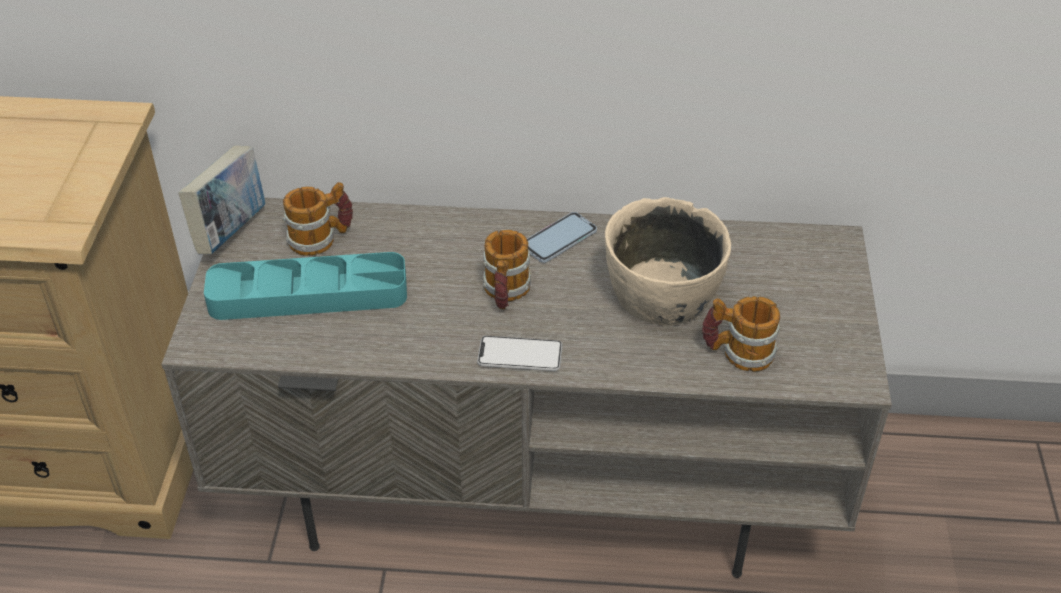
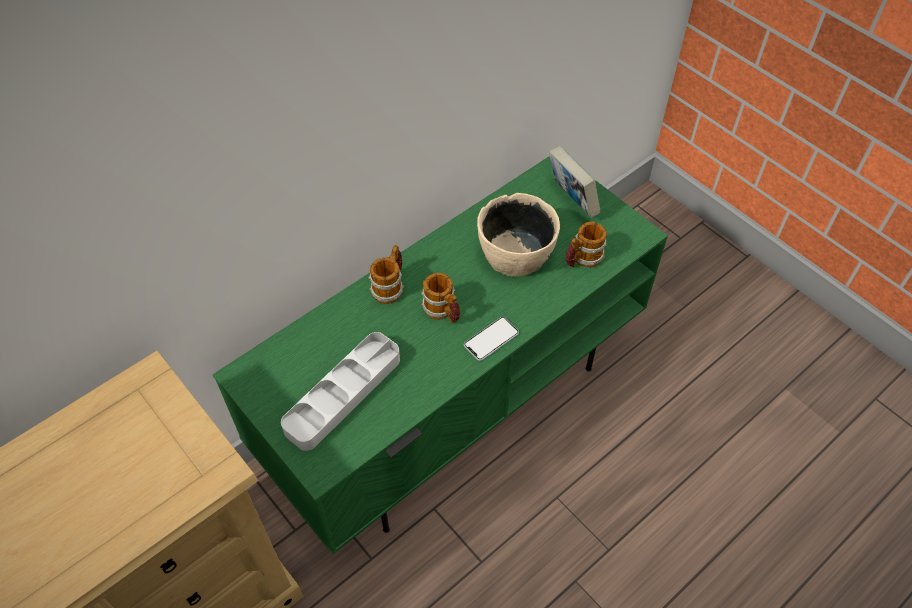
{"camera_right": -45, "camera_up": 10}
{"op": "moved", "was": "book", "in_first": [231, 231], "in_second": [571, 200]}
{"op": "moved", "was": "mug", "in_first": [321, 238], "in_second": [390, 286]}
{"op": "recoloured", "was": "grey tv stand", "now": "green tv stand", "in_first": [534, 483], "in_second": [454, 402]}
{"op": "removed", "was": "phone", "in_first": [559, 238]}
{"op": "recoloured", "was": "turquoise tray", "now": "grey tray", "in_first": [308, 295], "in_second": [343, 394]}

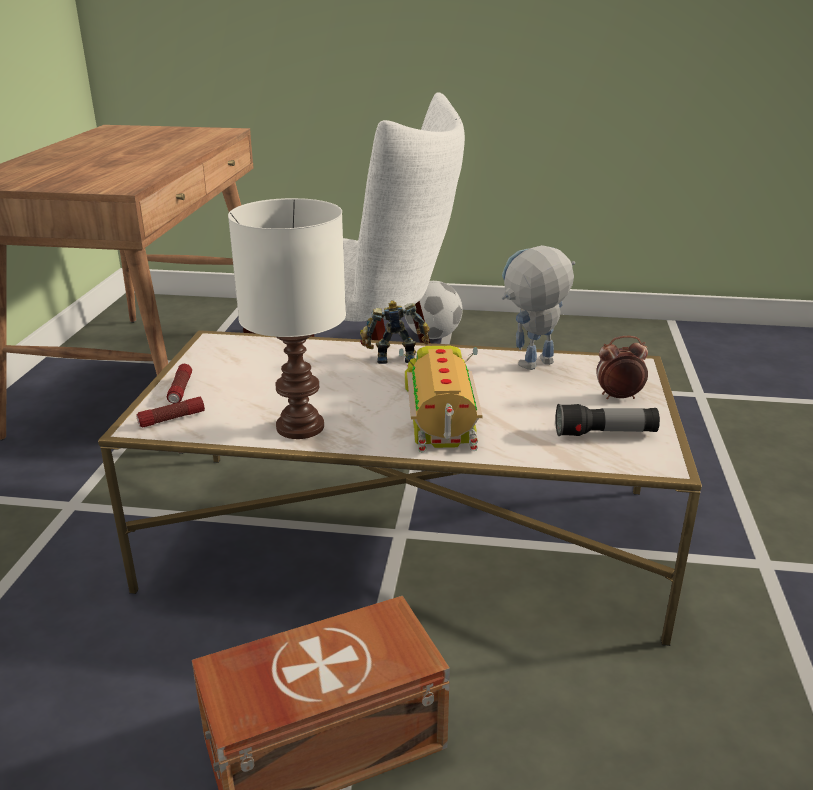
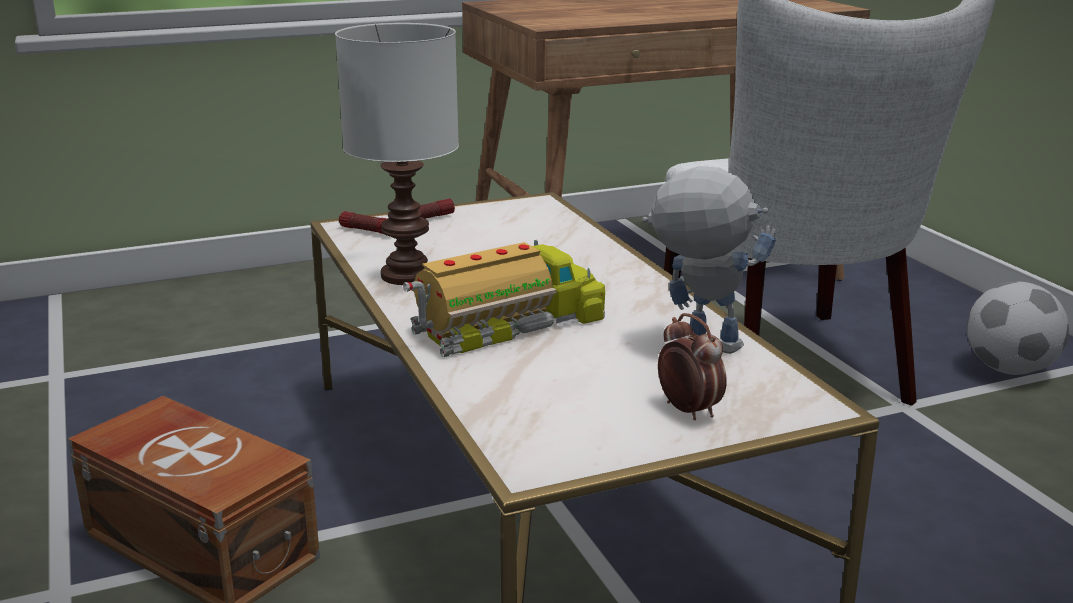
{"camera_right": 60, "camera_up": -5}
{"op": "removed", "was": "toy robot", "in_first": [394, 357]}
{"op": "removed", "was": "flashlight", "in_first": [605, 434]}

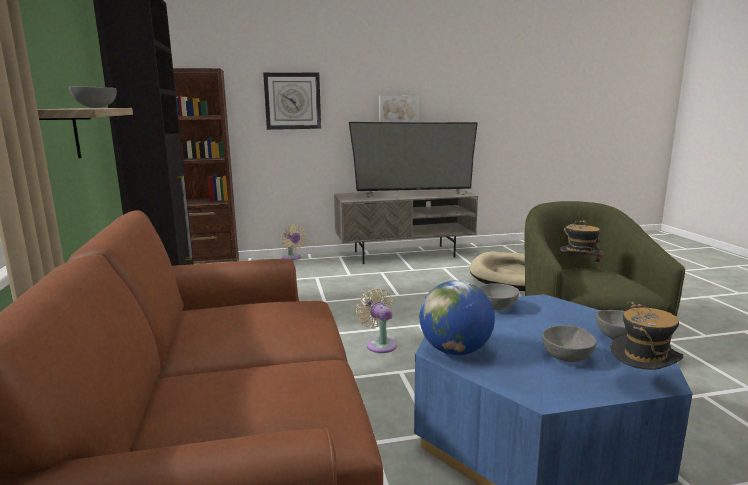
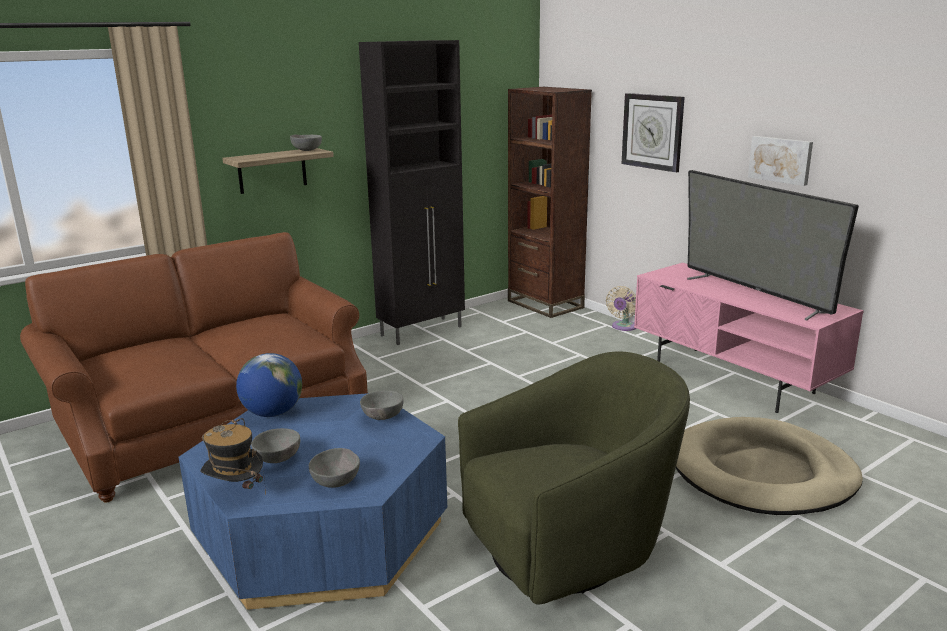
{"camera_right": 65, "camera_up": 5}
{"op": "recoloured", "was": "grey tv stand", "now": "pink tv stand", "in_first": [404, 254], "in_second": [734, 378]}
{"op": "removed", "was": "hat", "in_first": [578, 269]}
{"op": "removed", "was": "beige fan", "in_first": [379, 344]}

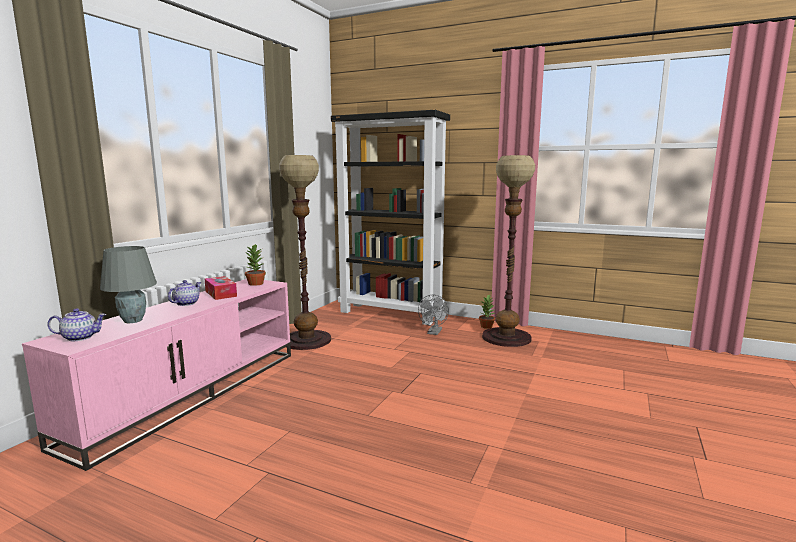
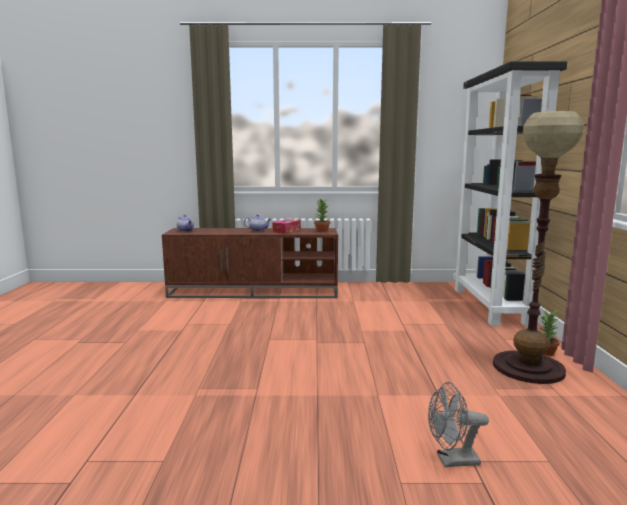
{"camera_right": 65, "camera_up": 0}
{"op": "removed", "was": "floor lamp", "in_first": [306, 340]}
{"op": "removed", "was": "grey table lamp", "in_first": [134, 320]}
{"op": "recoloured", "was": "pink tv stand", "now": "brown tv stand", "in_first": [192, 393], "in_second": [255, 292]}
{"op": "moved", "was": "grey fan", "in_first": [434, 333], "in_second": [452, 461]}

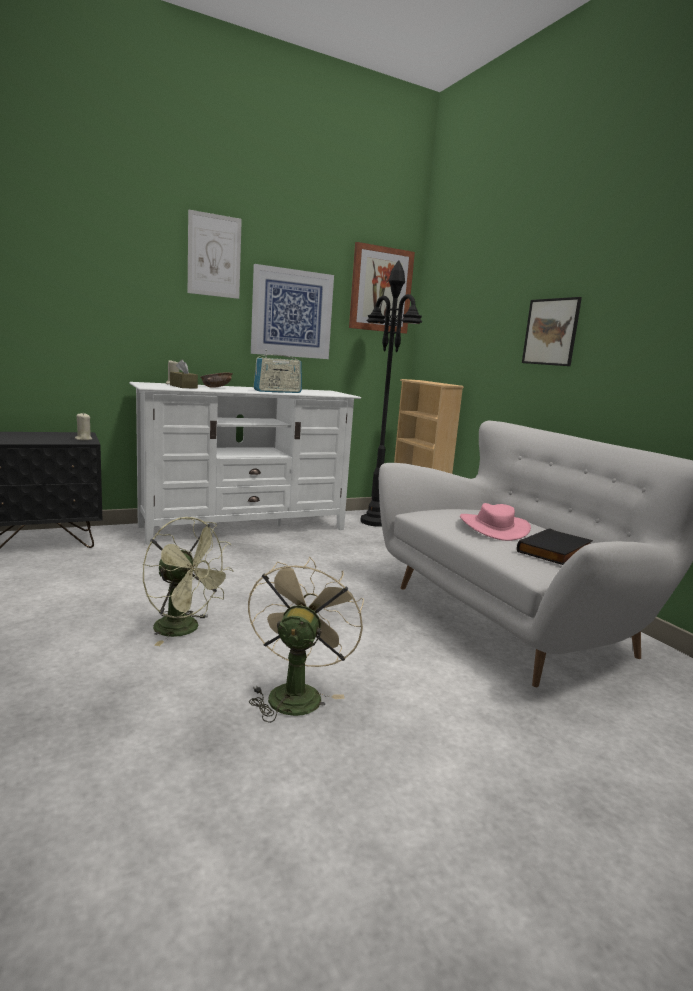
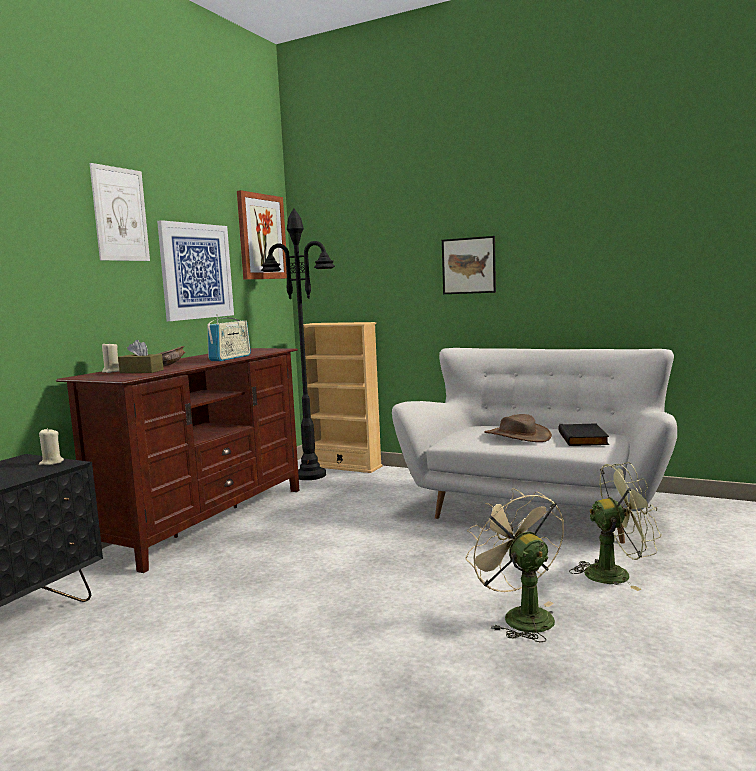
{"camera_right": -35, "camera_up": -5}
{"op": "recoloured", "was": "white tv stand", "now": "brown tv stand", "in_first": [244, 527], "in_second": [207, 521]}
{"op": "recoloured", "was": "pink hat", "now": "brown hat", "in_first": [493, 528], "in_second": [517, 436]}
{"op": "moved", "was": "green fan", "in_first": [185, 630], "in_second": [616, 574]}

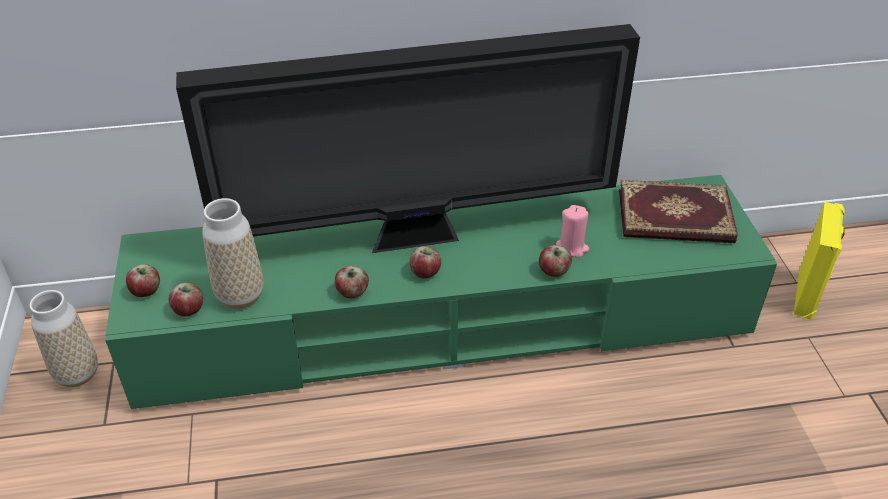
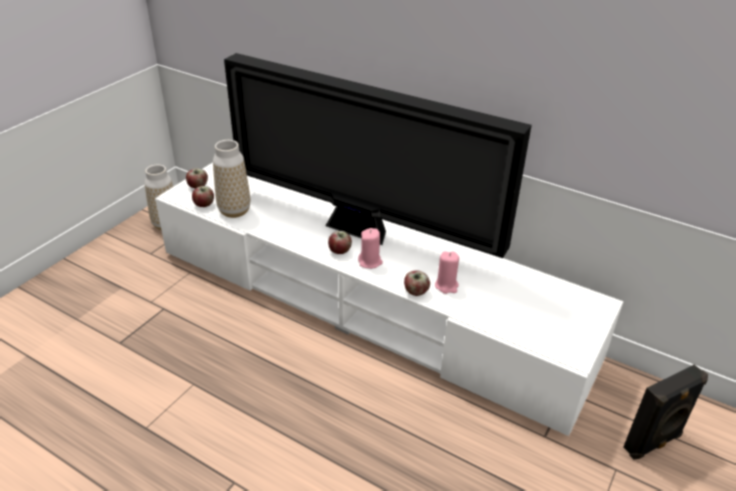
{"camera_right": 40, "camera_up": -5}
{"op": "recoloured", "was": "green tv stand", "now": "white tv stand", "in_first": [445, 322], "in_second": [367, 305]}
{"op": "removed", "was": "book", "in_first": [675, 218]}
{"op": "recoloured", "was": "yellow speaker", "now": "black speaker", "in_first": [807, 295], "in_second": [653, 443]}
{"op": "removed", "was": "apple", "in_first": [352, 293]}
{"op": "added", "now": "pink candle", "in_second": [370, 262]}

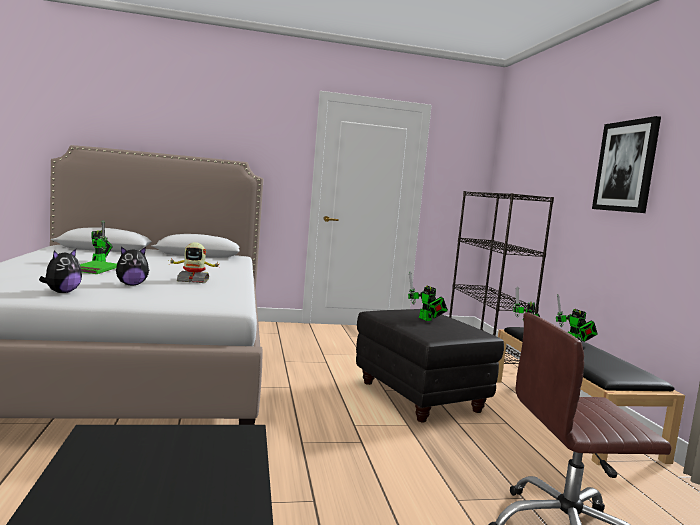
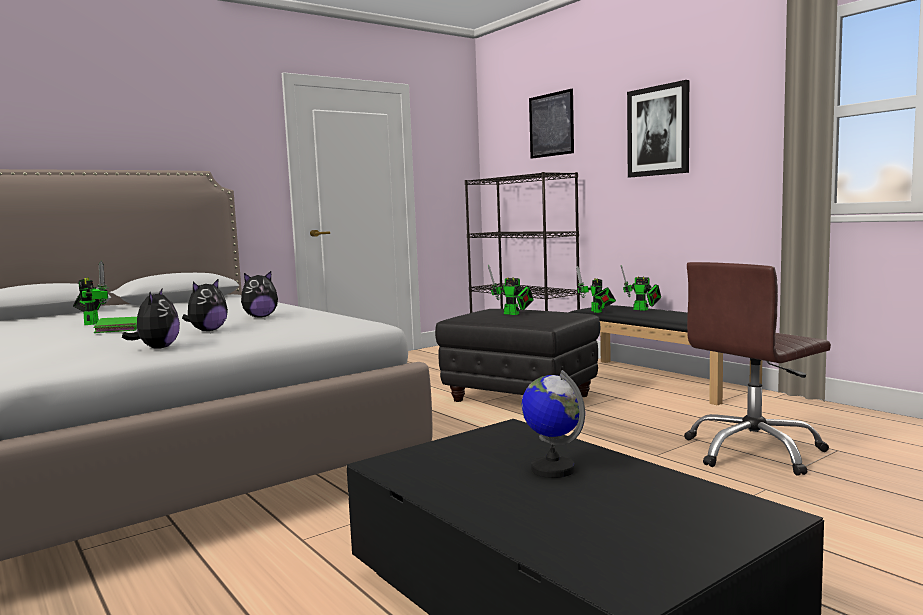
{"camera_right": -25, "camera_up": 0}
{"op": "replaced", "was": "toy robot", "now": "plush toy", "in_first": [193, 280], "in_second": [260, 317]}
{"op": "added", "now": "picture", "in_second": [551, 125]}
{"op": "added", "now": "globe", "in_second": [553, 469]}

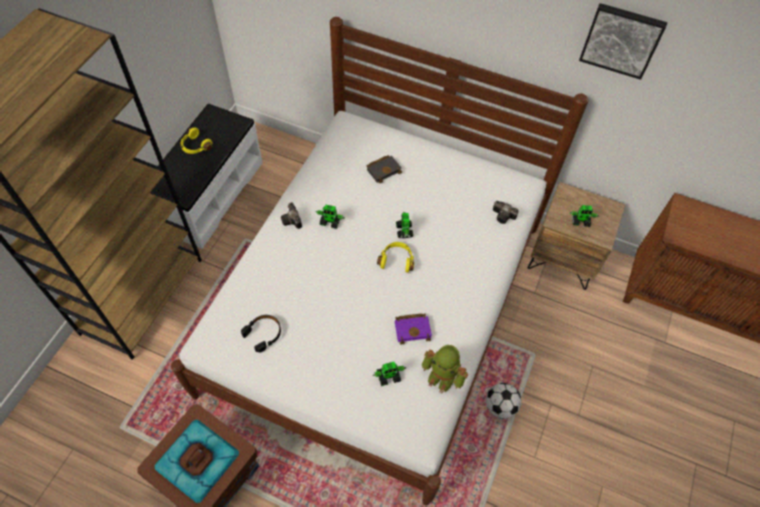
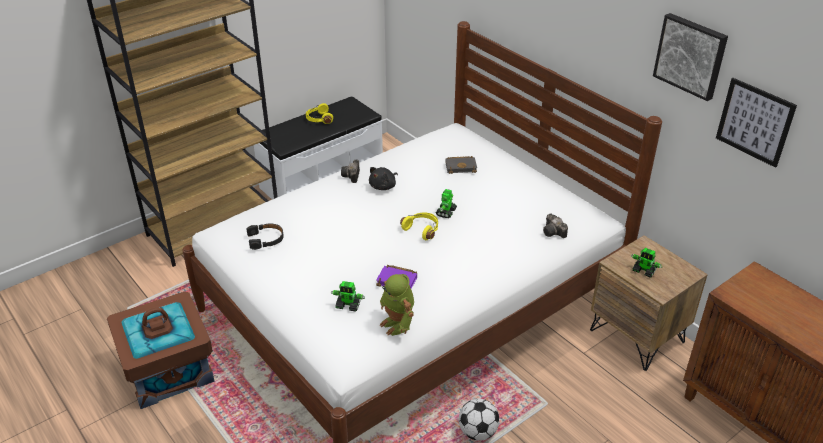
{"camera_right": 30, "camera_up": -20}
{"op": "replaced", "was": "toy robot", "now": "black plush toy", "in_first": [330, 222], "in_second": [383, 186]}
{"op": "added", "now": "picture", "in_second": [755, 122]}

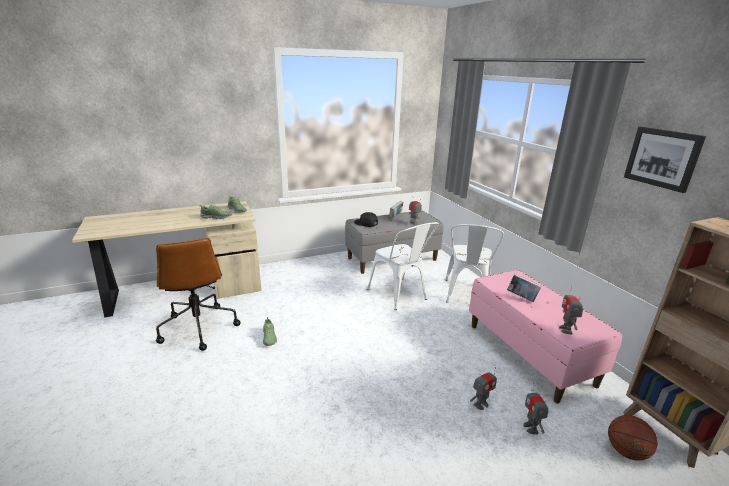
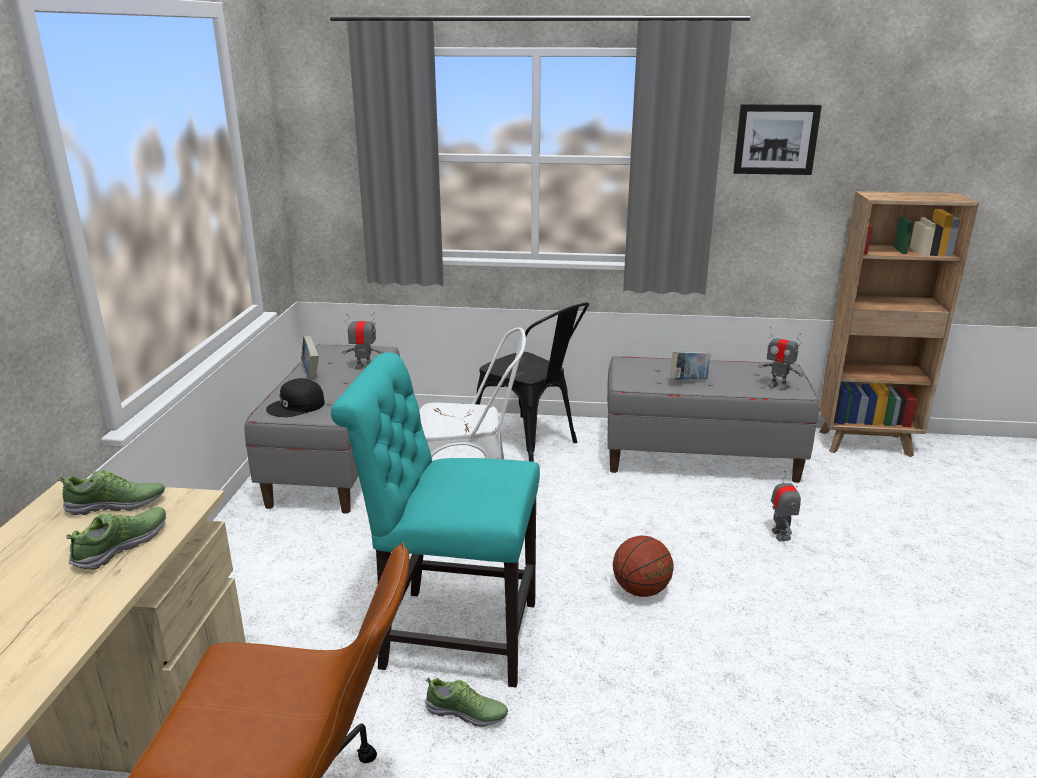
{"camera_right": -60, "camera_up": 0}
{"op": "recoloured", "was": "white chair", "now": "black chair", "in_first": [466, 295], "in_second": [530, 443]}
{"op": "recoloured", "was": "pink bench", "now": "grey bench", "in_first": [529, 353], "in_second": [700, 457]}
{"op": "removed", "was": "toy robot", "in_first": [531, 428]}
{"op": "moved", "was": "basketball", "in_first": [626, 451], "in_second": [641, 590]}
{"op": "added", "now": "turquoise chair", "in_second": [451, 634]}

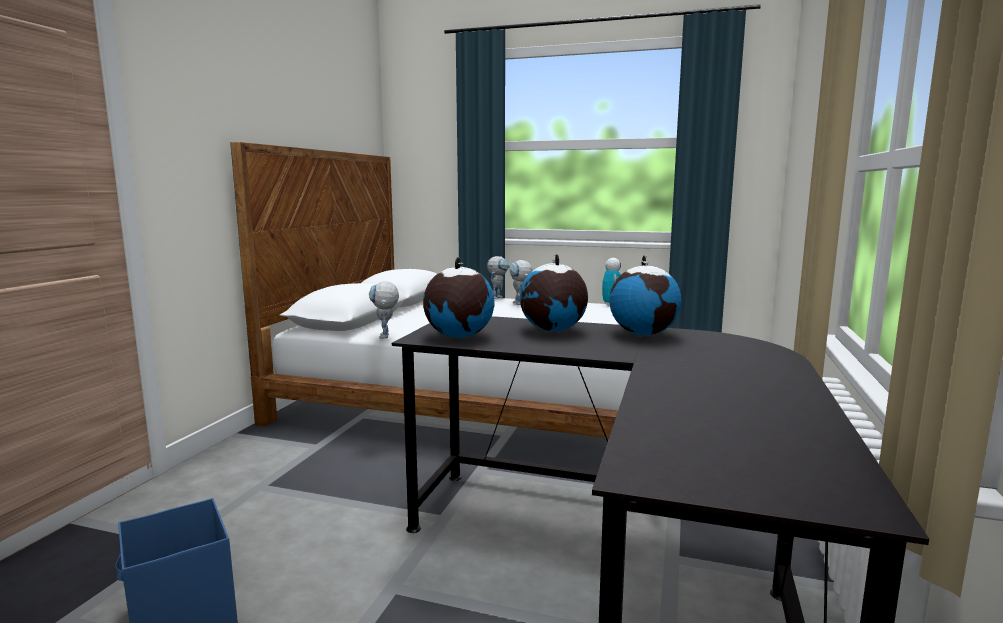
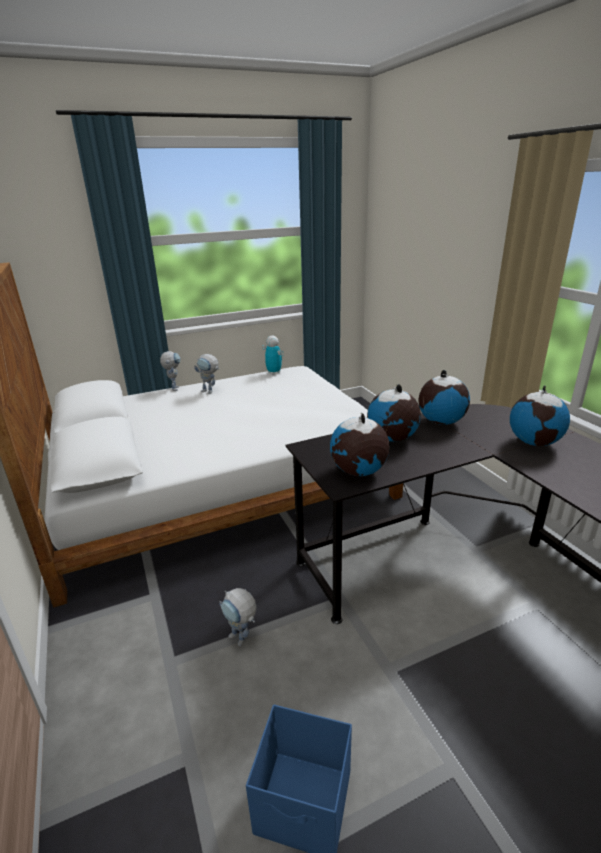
{"camera_right": -40, "camera_up": 15}
{"op": "moved", "was": "toy robot", "in_first": [385, 337], "in_second": [242, 640]}
{"op": "added", "now": "globe", "in_second": [534, 442]}

